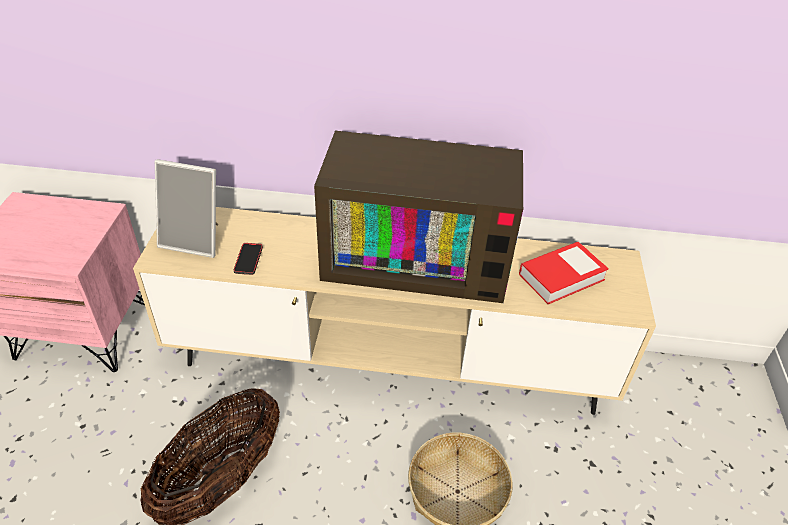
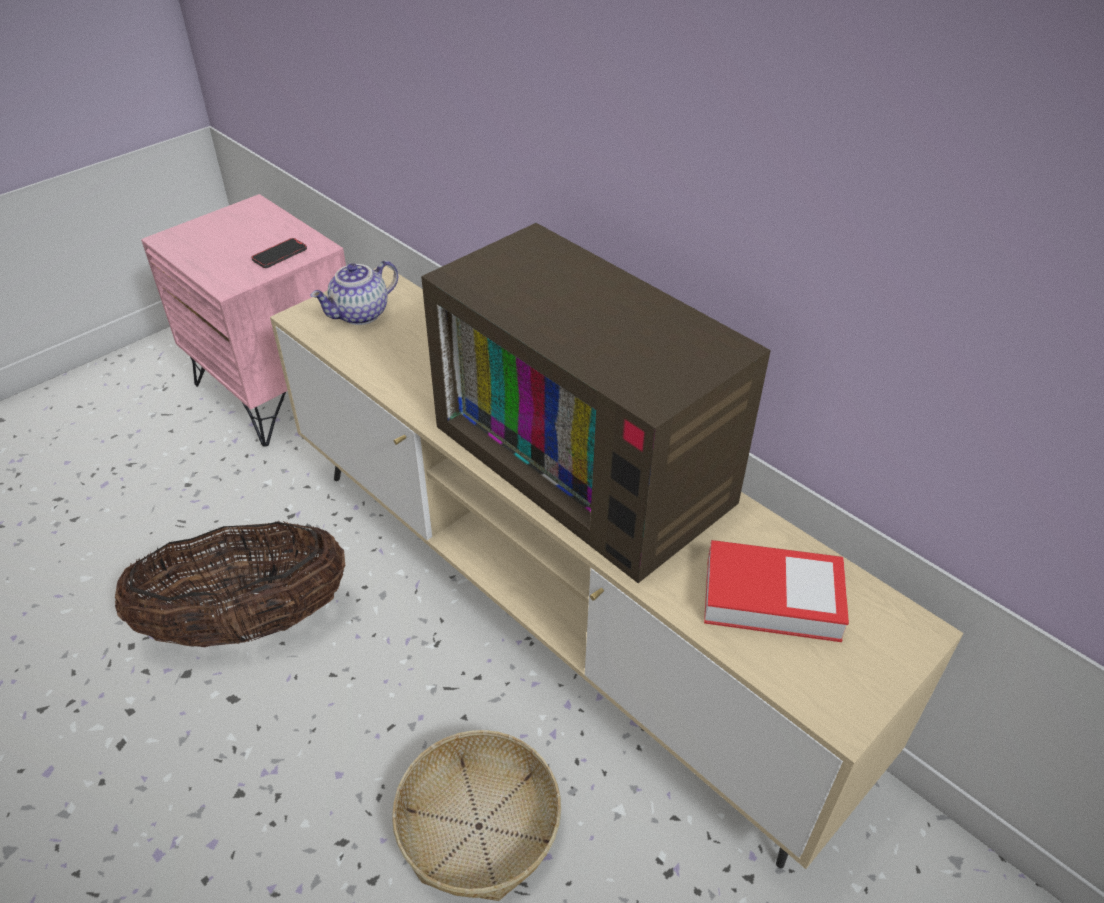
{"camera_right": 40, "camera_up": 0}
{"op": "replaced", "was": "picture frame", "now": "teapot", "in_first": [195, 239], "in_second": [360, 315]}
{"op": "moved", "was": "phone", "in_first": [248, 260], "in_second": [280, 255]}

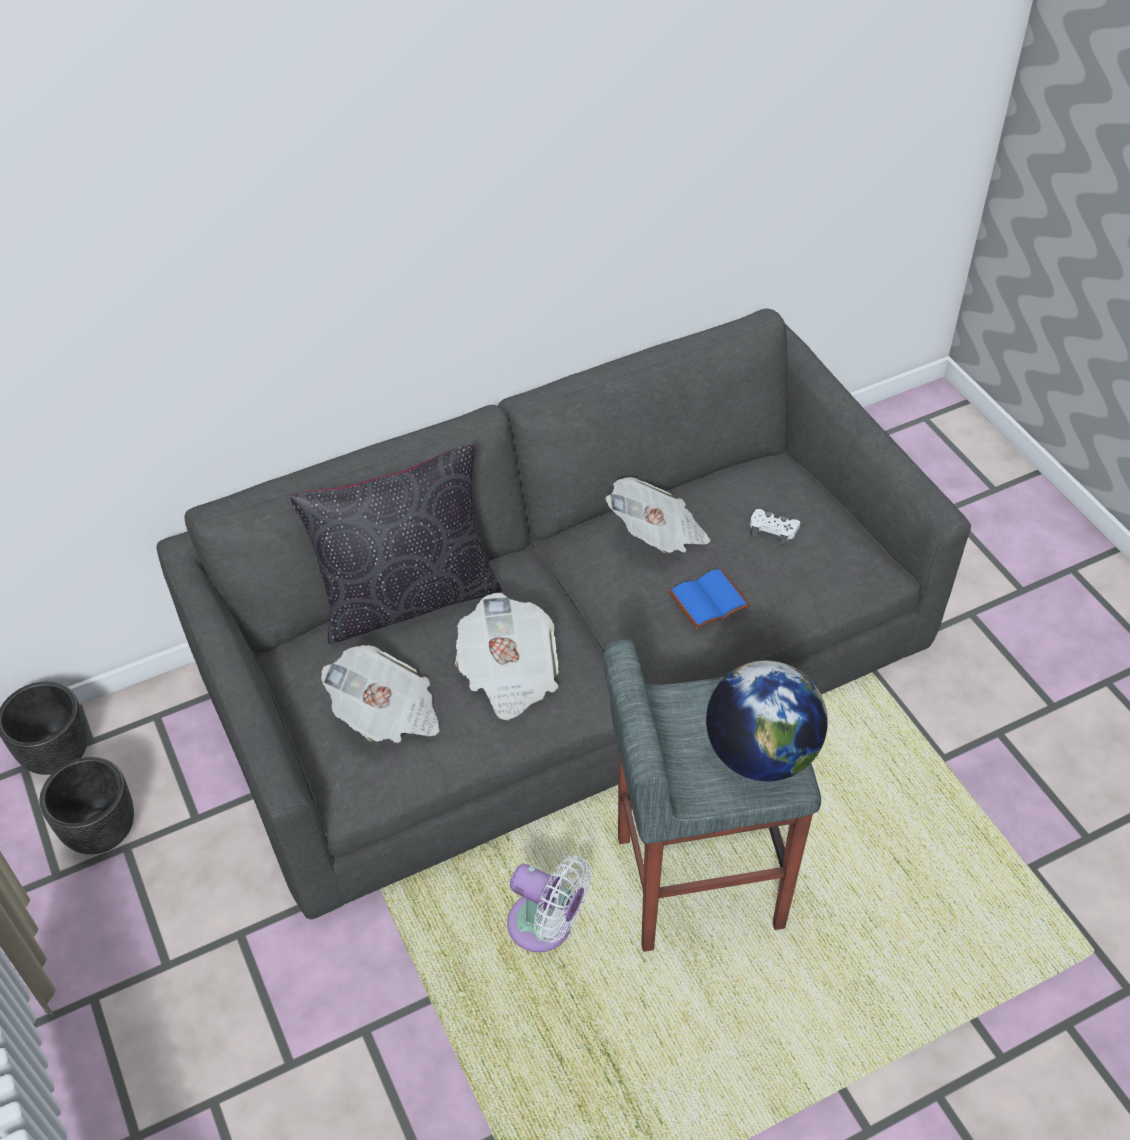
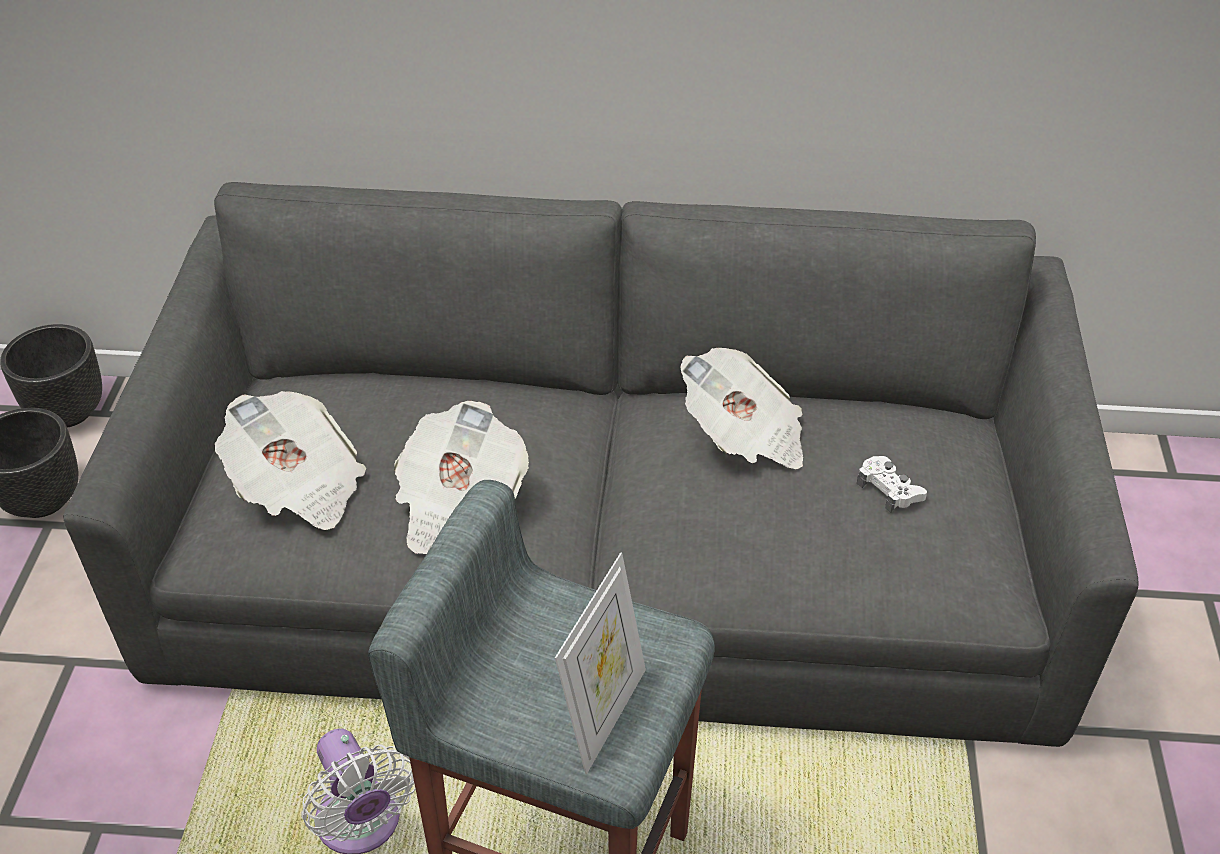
{"camera_right": 30, "camera_up": -5}
{"op": "removed", "was": "black pillow", "in_first": [408, 598]}
{"op": "removed", "was": "blue book", "in_first": [709, 602]}
{"op": "replaced", "was": "globe", "now": "picture frame", "in_first": [761, 754], "in_second": [603, 715]}

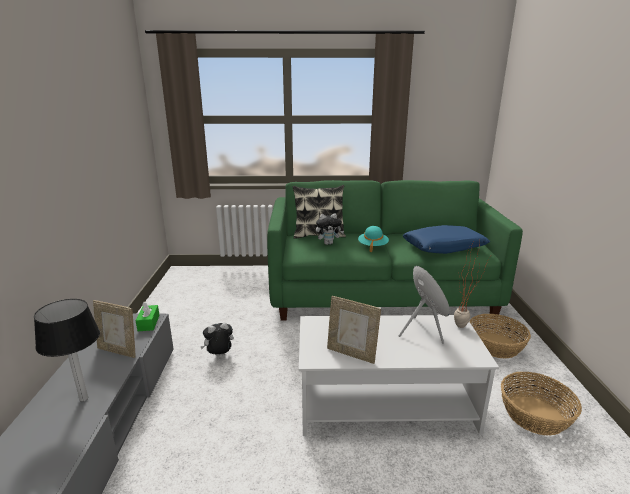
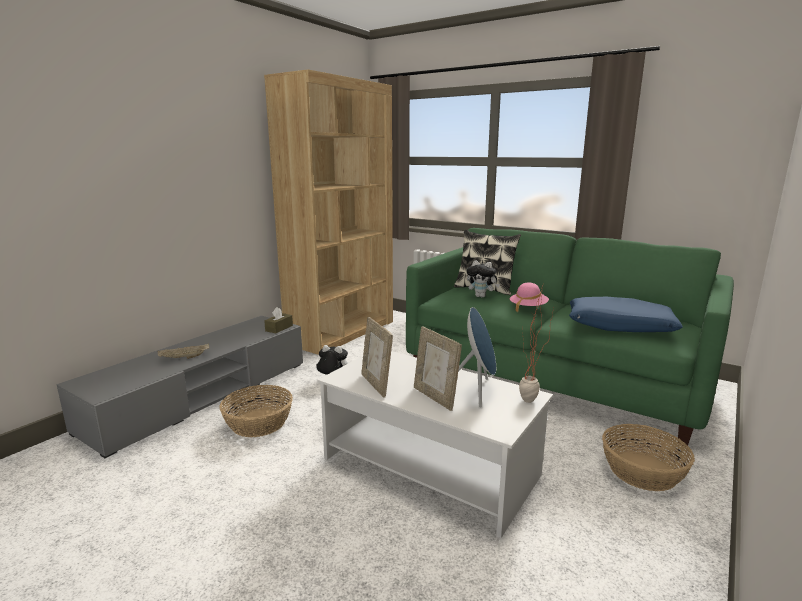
{"camera_right": 35, "camera_up": -5}
{"op": "recoloured", "was": "turquoise hat", "now": "pink hat", "in_first": [372, 246], "in_second": [528, 308]}
{"op": "replaced", "was": "table lamp", "now": "beige tray", "in_first": [84, 398], "in_second": [184, 358]}
{"op": "moved", "was": "picture frame", "in_first": [118, 351], "in_second": [435, 397]}
{"op": "recoloured", "was": "green tissue box", "now": "brown tissue box", "in_first": [148, 323], "in_second": [279, 328]}
{"op": "moved", "was": "basket", "in_first": [535, 415], "in_second": [259, 423]}
{"op": "added", "now": "brown bookcase", "in_second": [342, 332]}

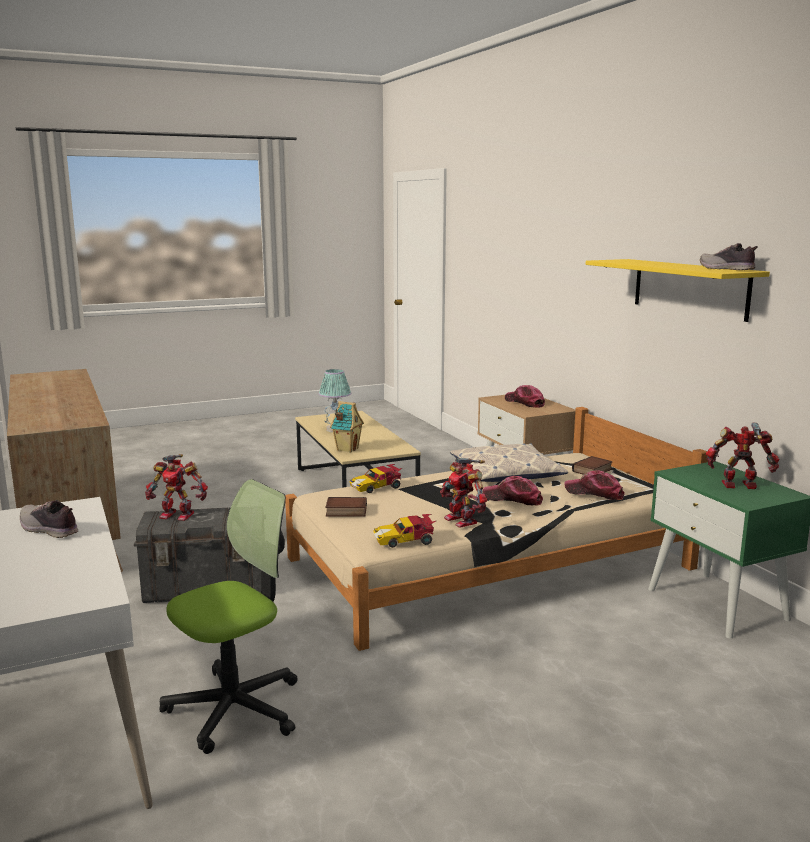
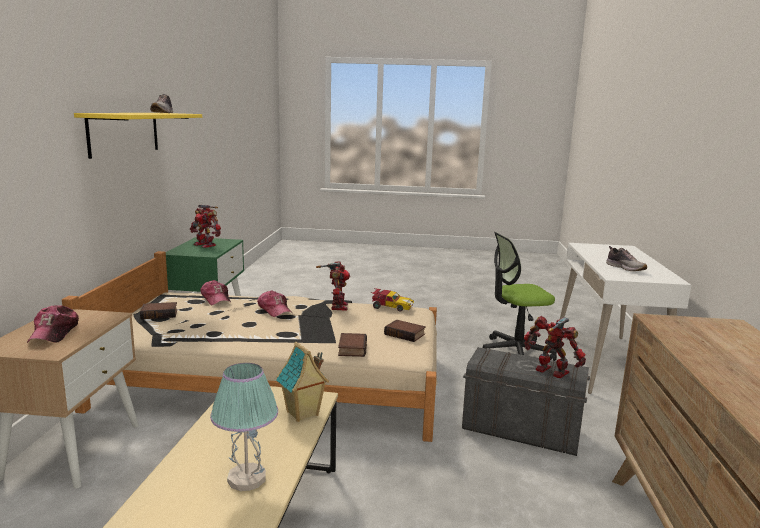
{"camera_right": -150, "camera_up": 0}
{"op": "removed", "was": "pillow", "in_first": [506, 473]}
{"op": "replaced", "was": "toy car", "now": "book", "in_first": [377, 487], "in_second": [351, 348]}

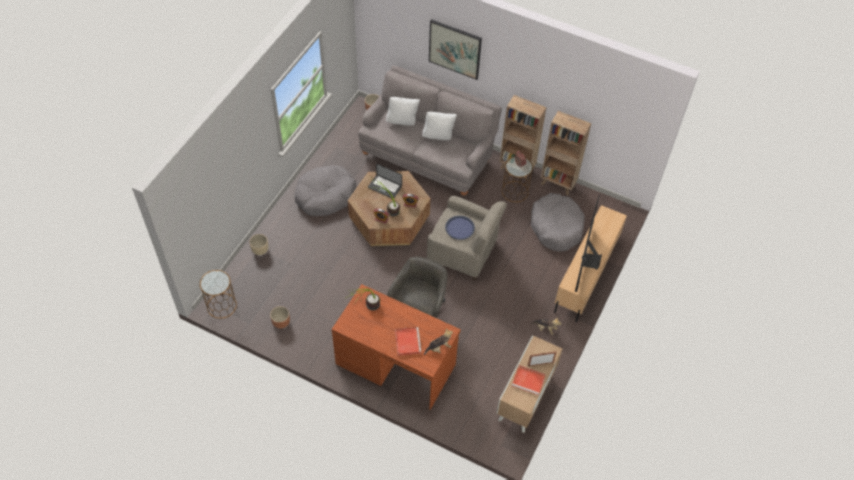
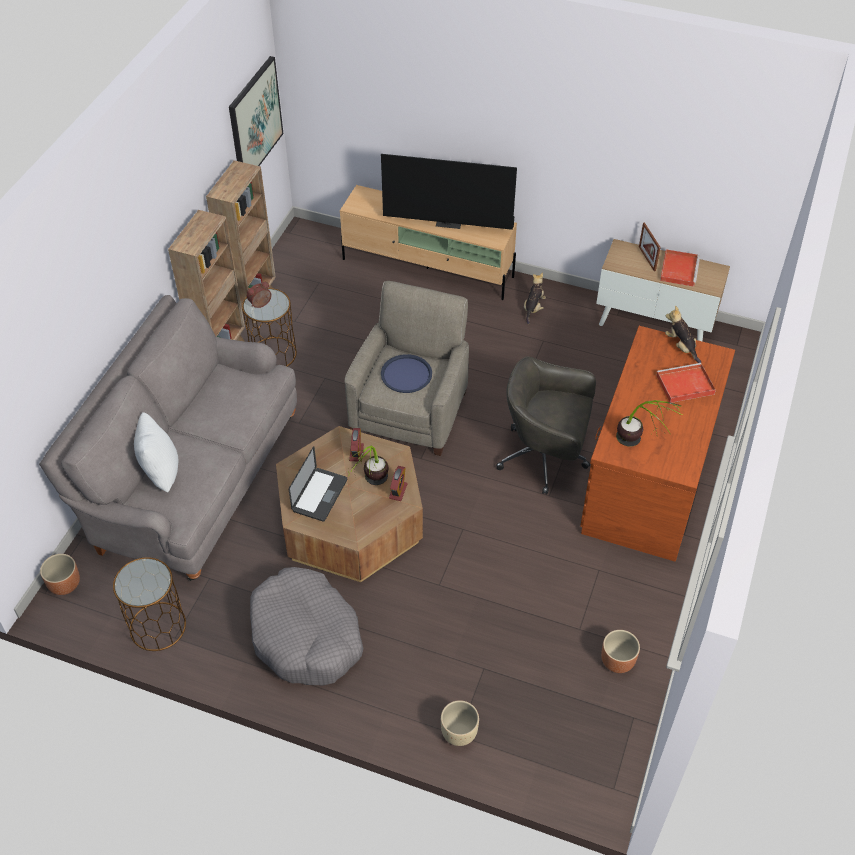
{"camera_right": -95, "camera_up": -5}
{"op": "moved", "was": "picture", "in_first": [455, 49], "in_second": [255, 120]}
{"op": "removed", "was": "white pillow", "in_first": [438, 135]}
{"op": "removed", "was": "grey dog bed", "in_first": [556, 227]}
{"op": "moved", "was": "brown side table", "in_first": [221, 306], "in_second": [158, 626]}

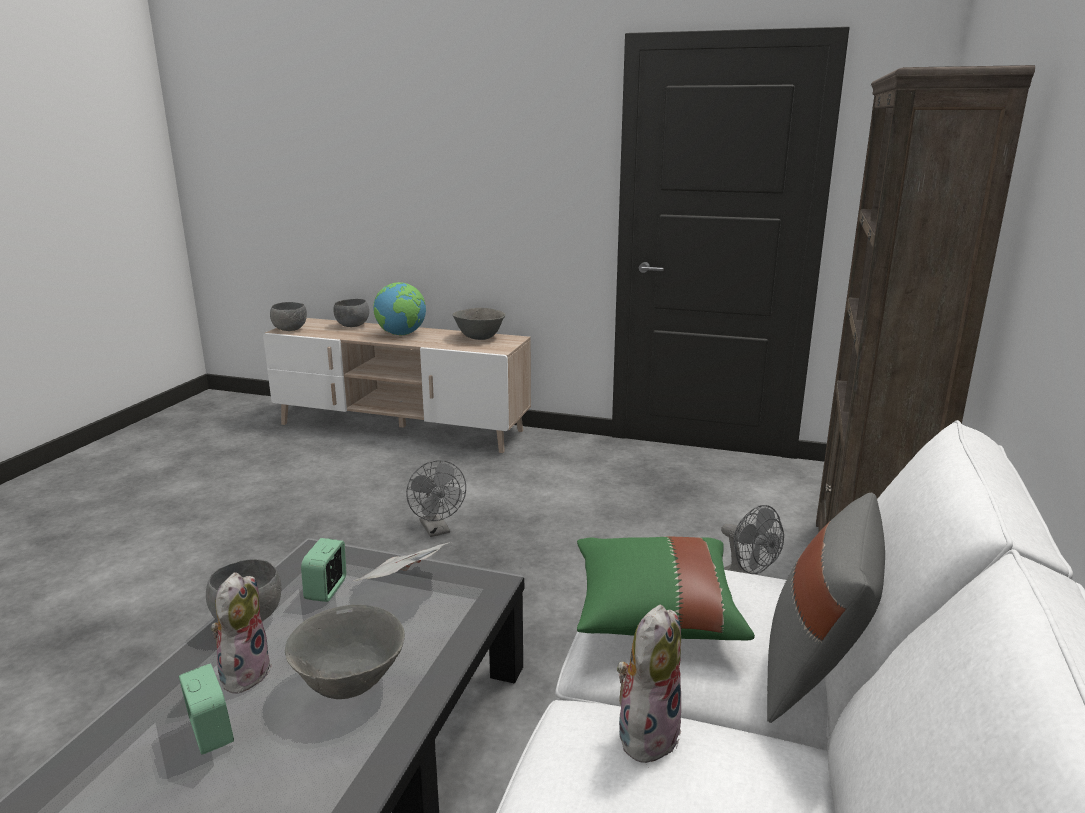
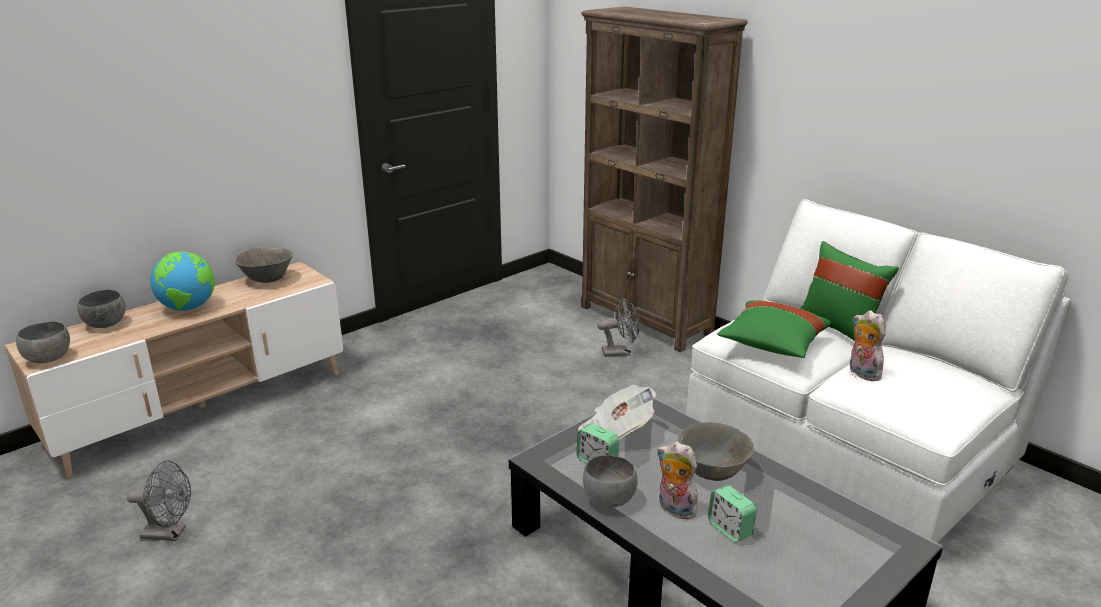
{"camera_right": -60, "camera_up": 5}
{"op": "moved", "was": "grey fan", "in_first": [437, 530], "in_second": [170, 533]}
{"op": "recoloured", "was": "grey pillow", "now": "green pillow", "in_first": [815, 674], "in_second": [839, 328]}
{"op": "turned", "was": "alarm clock", "in_first": [210, 732], "in_second": [730, 529], "clockwise": -120}

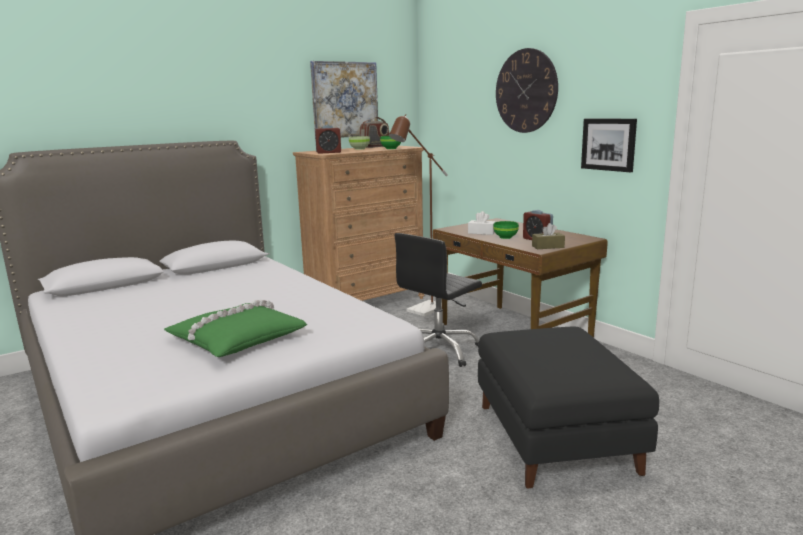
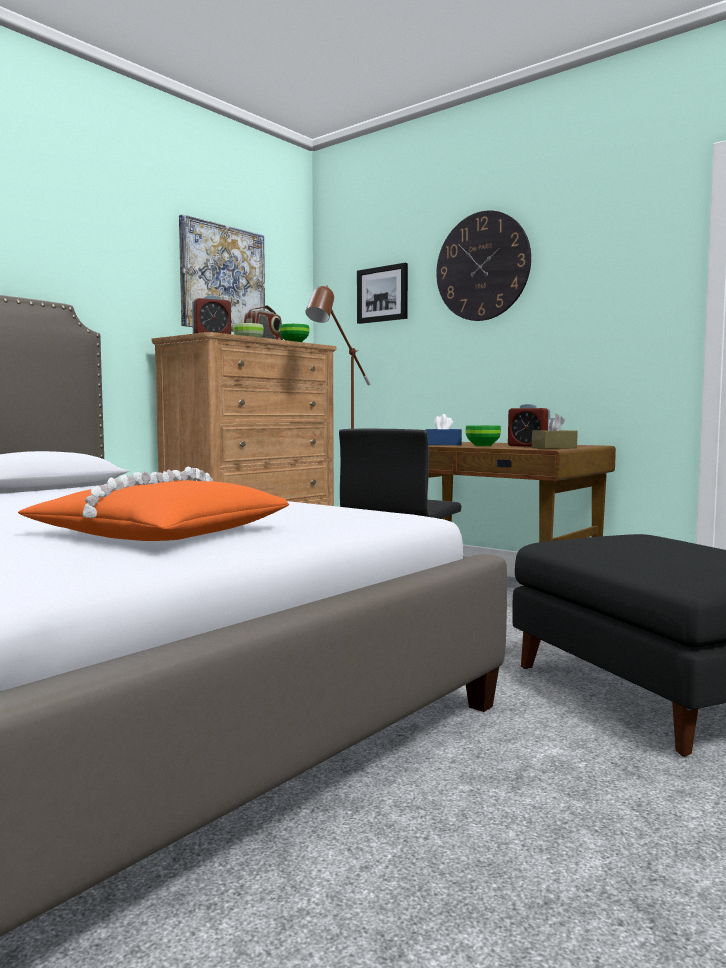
{"camera_right": -15, "camera_up": -10}
{"op": "moved", "was": "picture", "in_first": [609, 144], "in_second": [383, 294]}
{"op": "recoloured", "was": "white tissue box", "now": "blue tissue box", "in_first": [481, 232], "in_second": [443, 444]}
{"op": "recoloured", "was": "green pillow", "now": "orange pillow", "in_first": [236, 340], "in_second": [160, 534]}

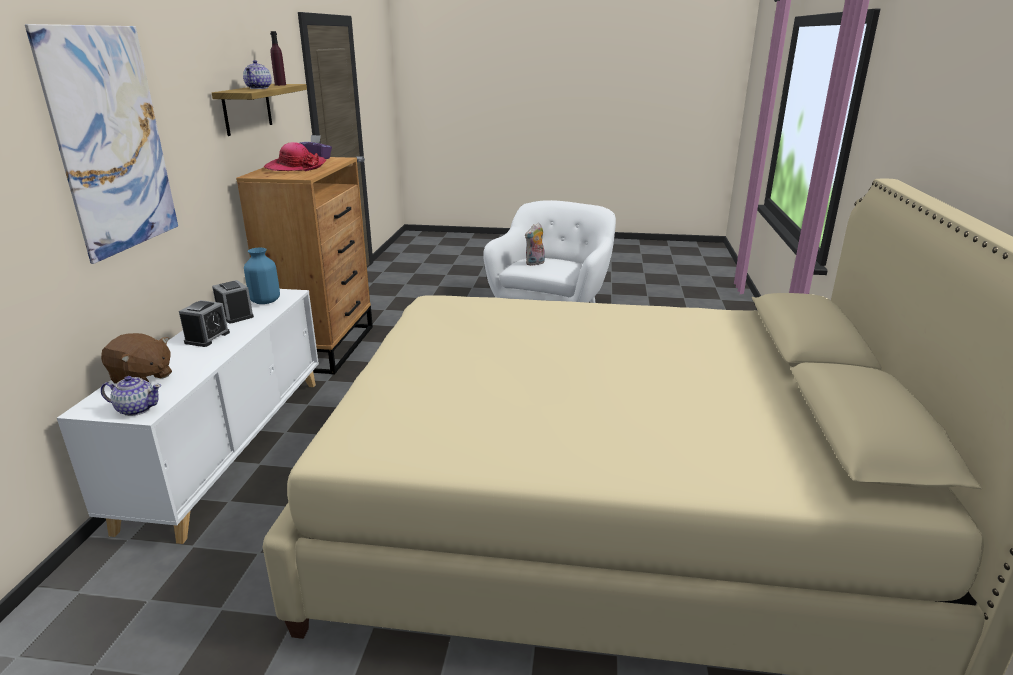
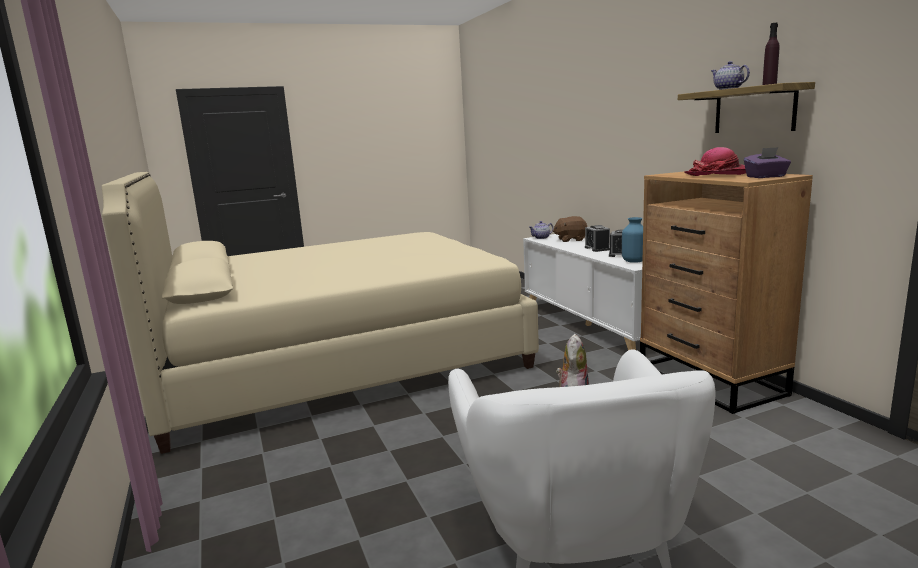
{"camera_right": 150, "camera_up": -10}
{"op": "removed", "was": "picture", "in_first": [112, 141]}

